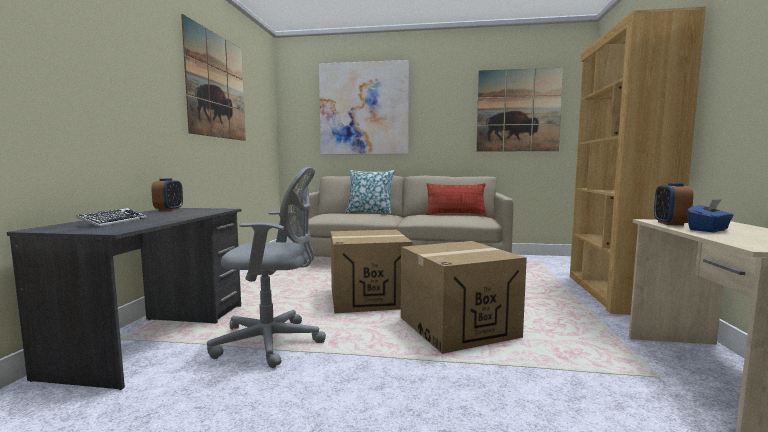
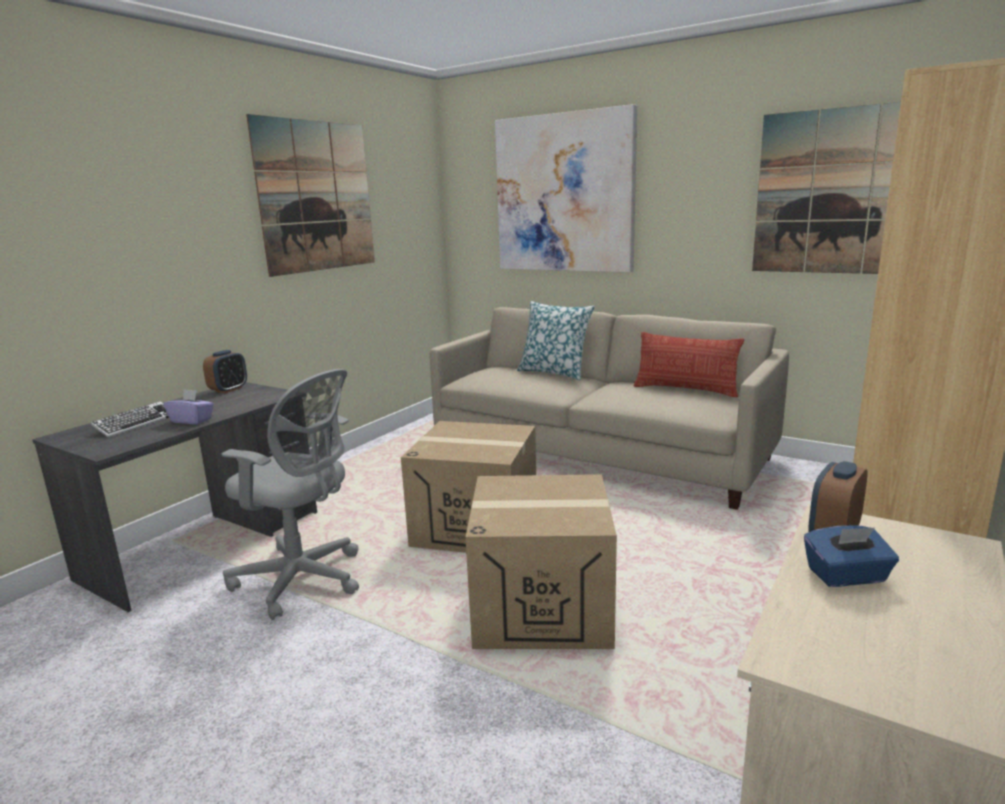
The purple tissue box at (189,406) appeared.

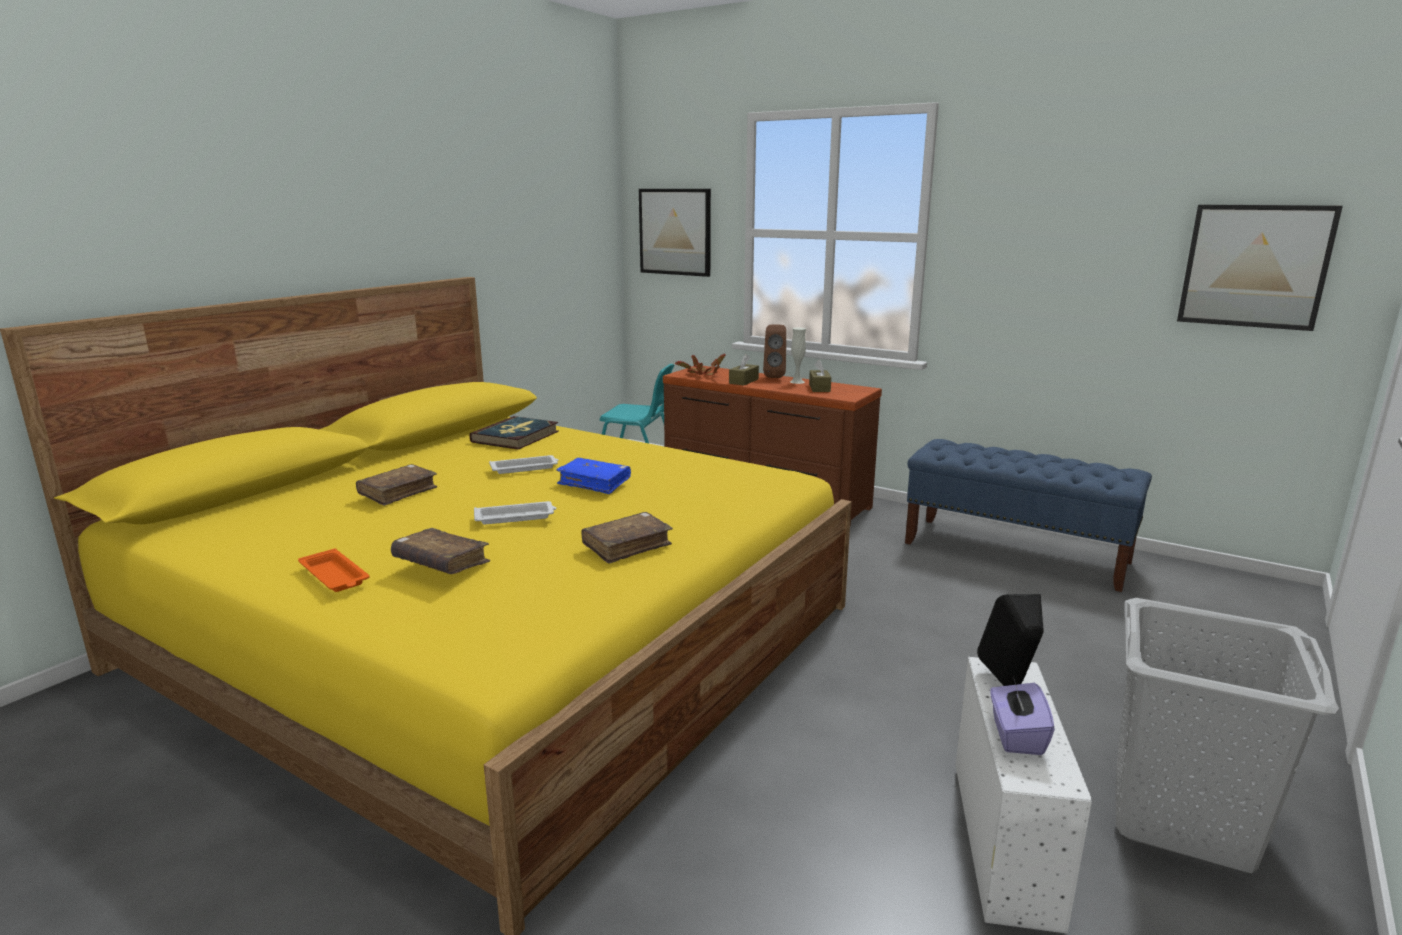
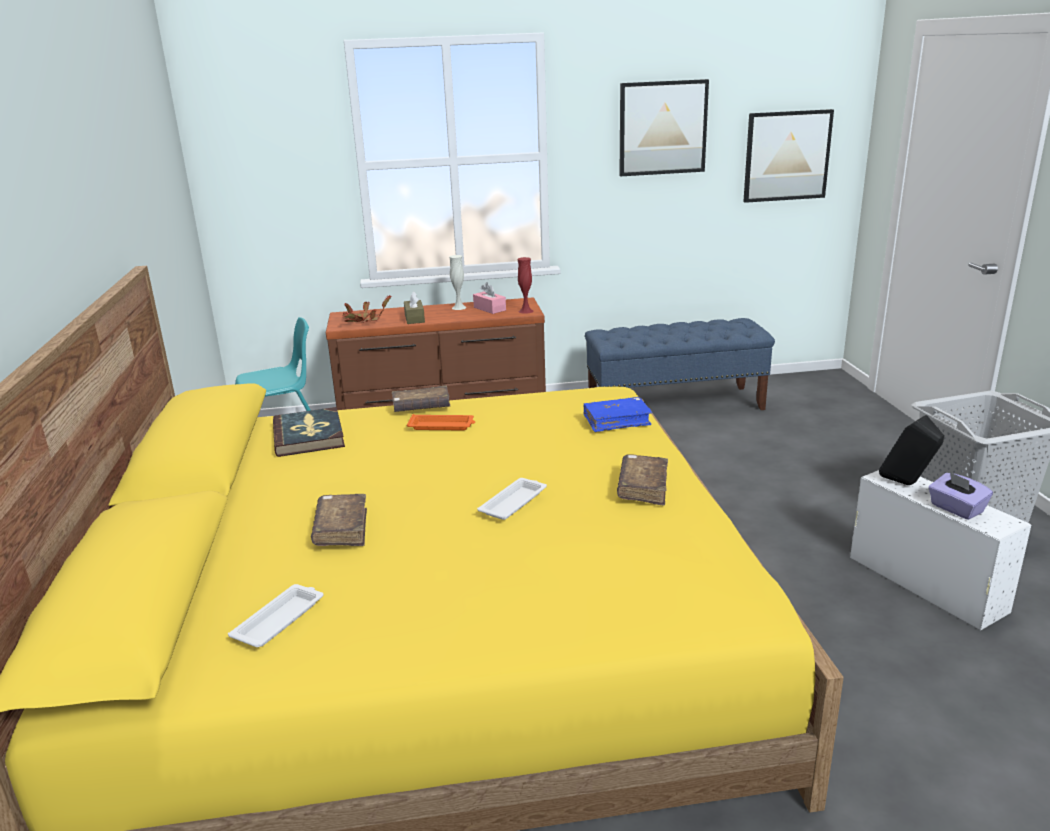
The brown speaker at (774,351) disappeared.
The red vase at (525,285) appeared.
The orange tray moved from (334,570) to (441,422).
The brown book moved from (440,551) to (421,398).
The white tray moved from (524,464) to (275,615).
The blue book moved from (593,476) to (617,414).
The picture moved from (675,233) to (664,127).
The brown tissue box at (820,375) became the pink tissue box at (489,298).

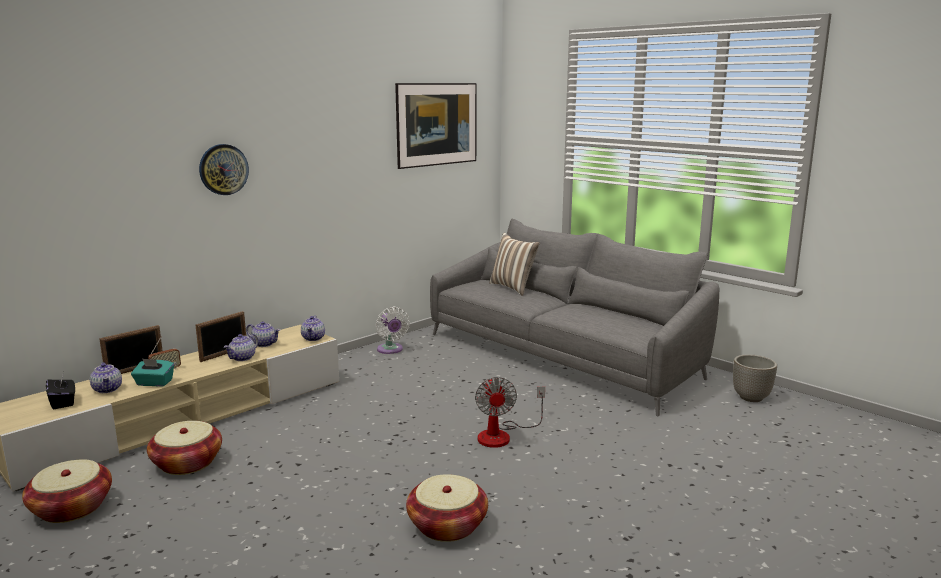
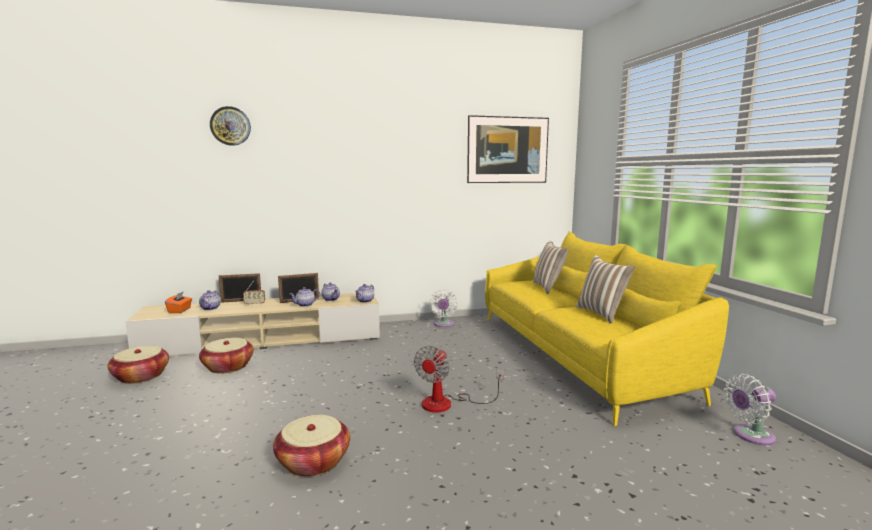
The turquoise tissue box at (152,373) disappeared.
The pillow at (605,289) appeared.
The wall clock moved from (224,169) to (230,126).
The planter at (755,378) was replaced by the white fan at (750,409).
The black tissue box at (60,392) became the orange tissue box at (178,302).
The grey sofa at (575,317) became the yellow sofa at (607,329).

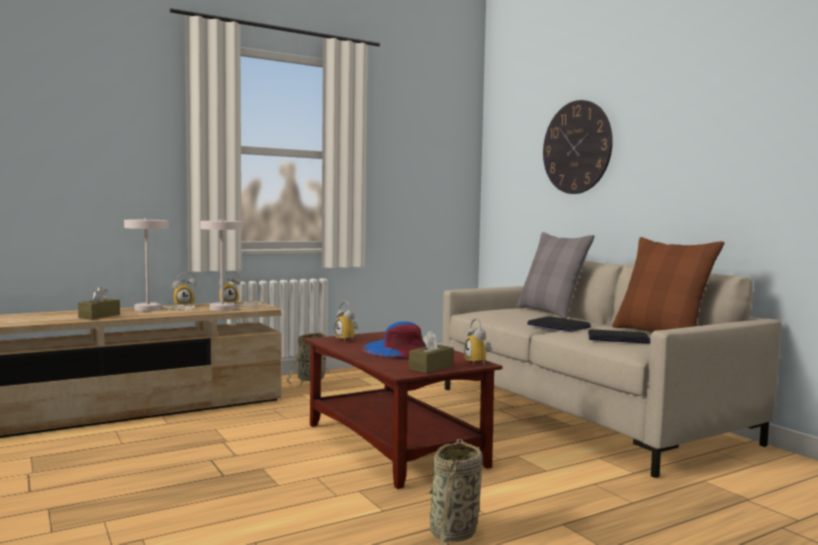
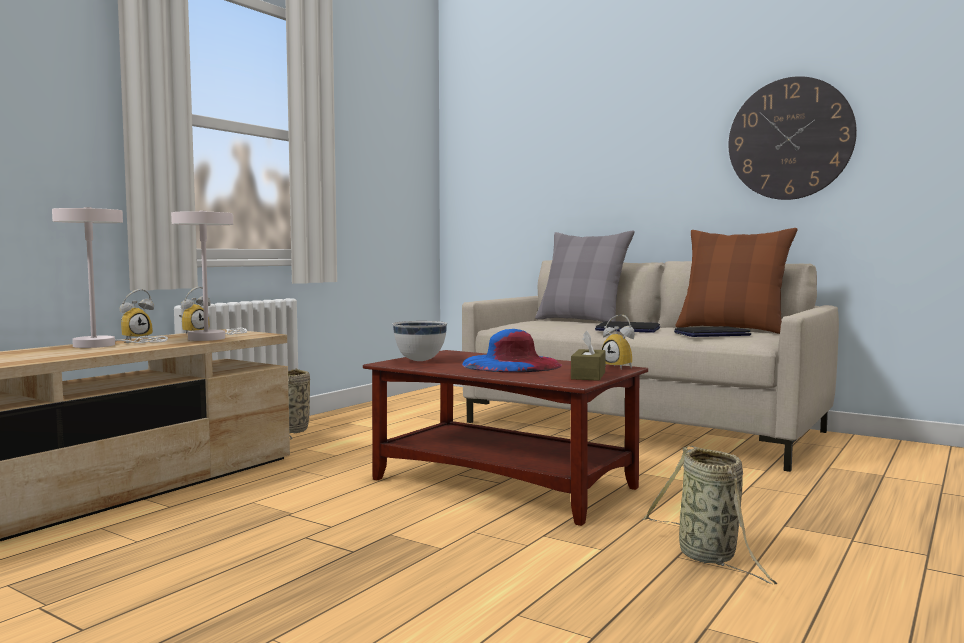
The brown tissue box at (99,303) disappeared.
The wall clock moved from (578,147) to (792,138).
The alarm clock at (347,321) was replaced by the white bowl at (420,341).

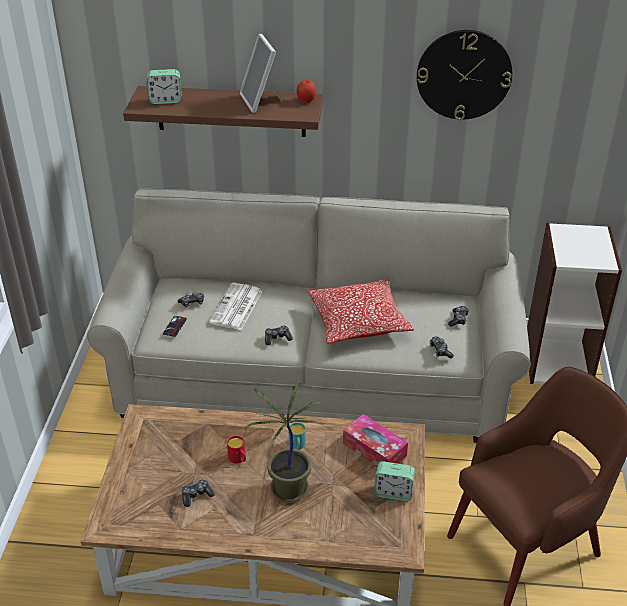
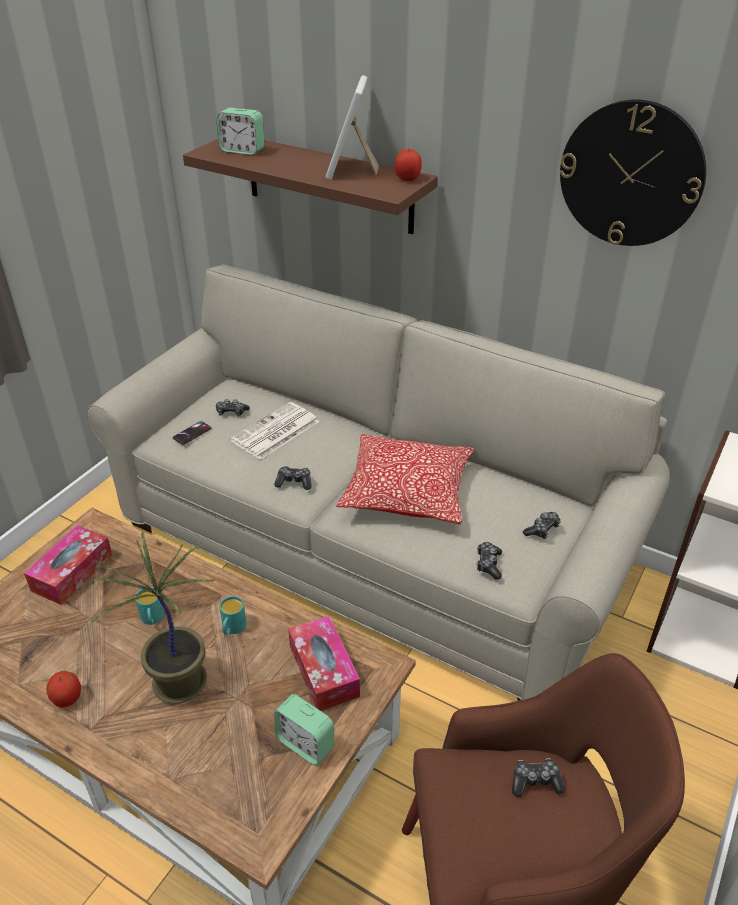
The tissue box at (68,565) appeared.
The apple at (63,689) appeared.
The game controller moved from (198,493) to (538,777).
The red mug at (236,449) became the turquoise mug at (149,606).

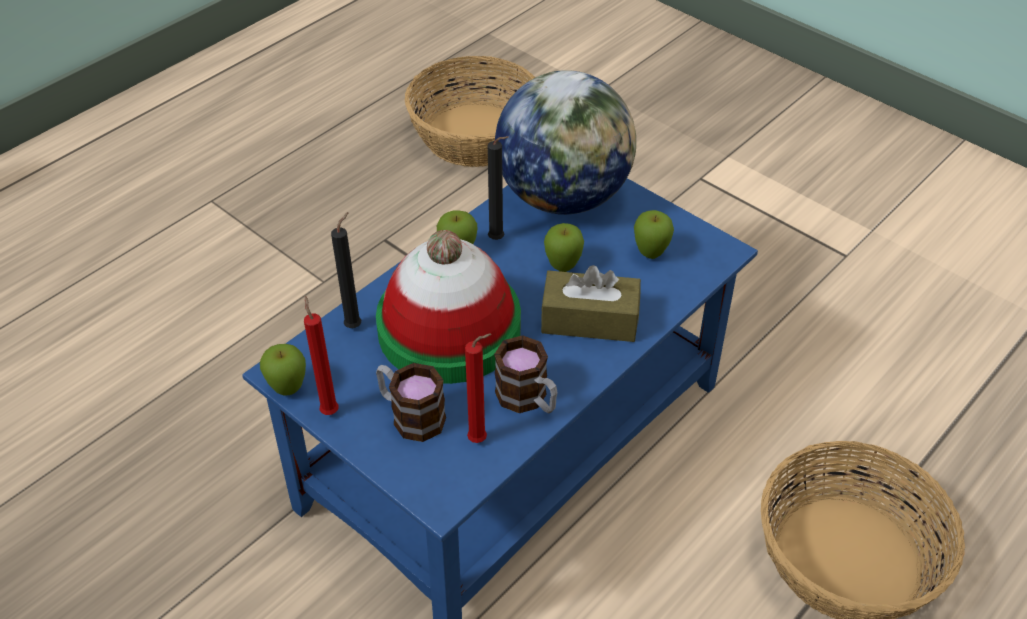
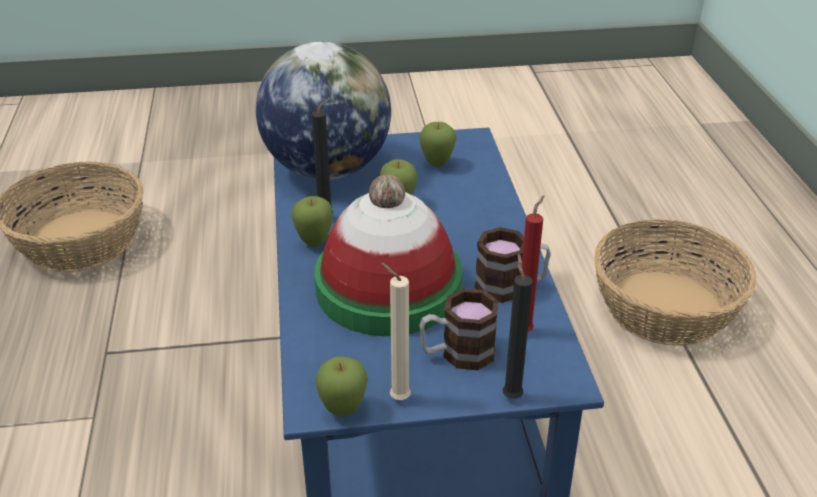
The brown tissue box at (591,303) disappeared.
The black candle moved from (346,270) to (518,326).
The red candle at (321,355) became the beige candle at (396,331).

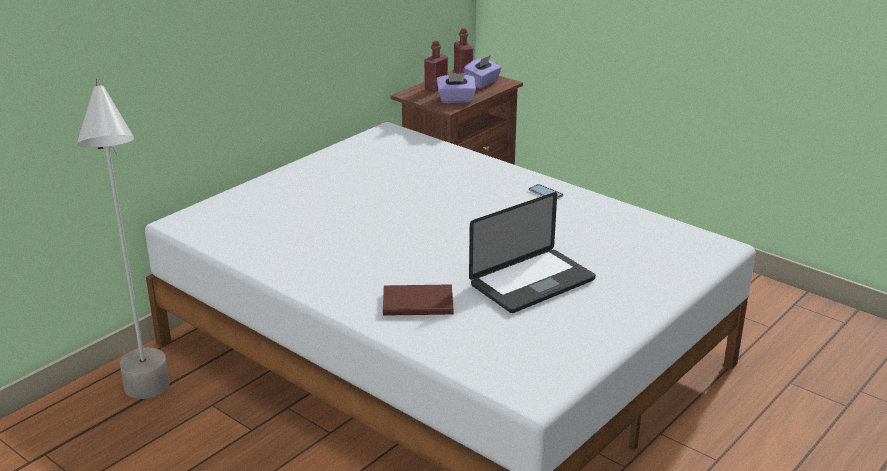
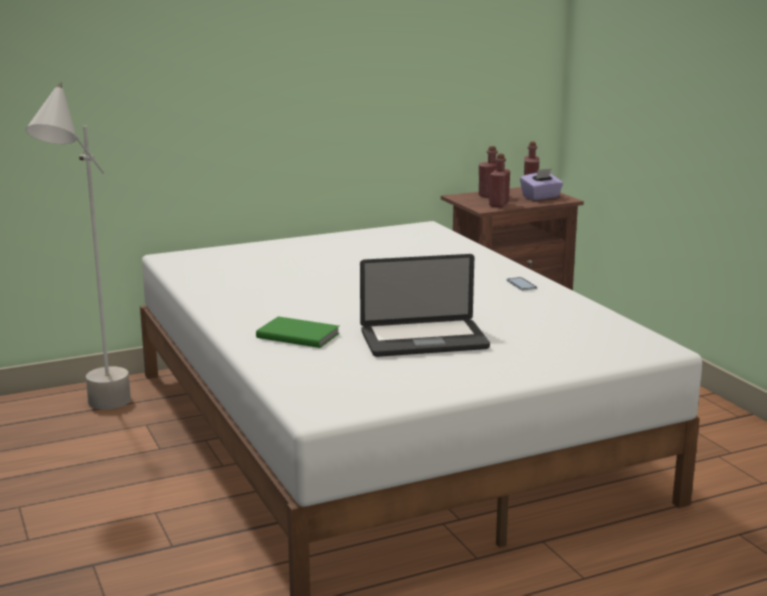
The purple tissue box at (456,88) was replaced by the red bottle at (499,180).
The brown book at (418,300) became the green book at (298,332).

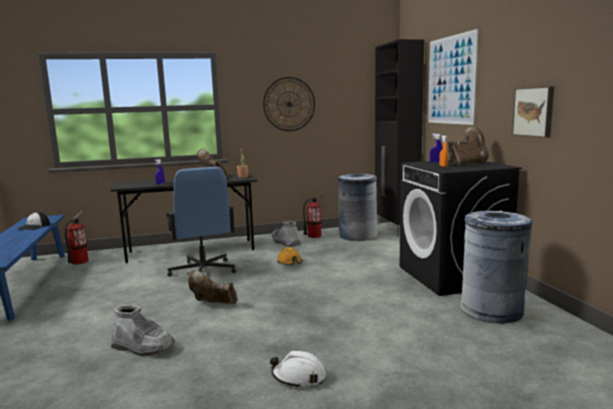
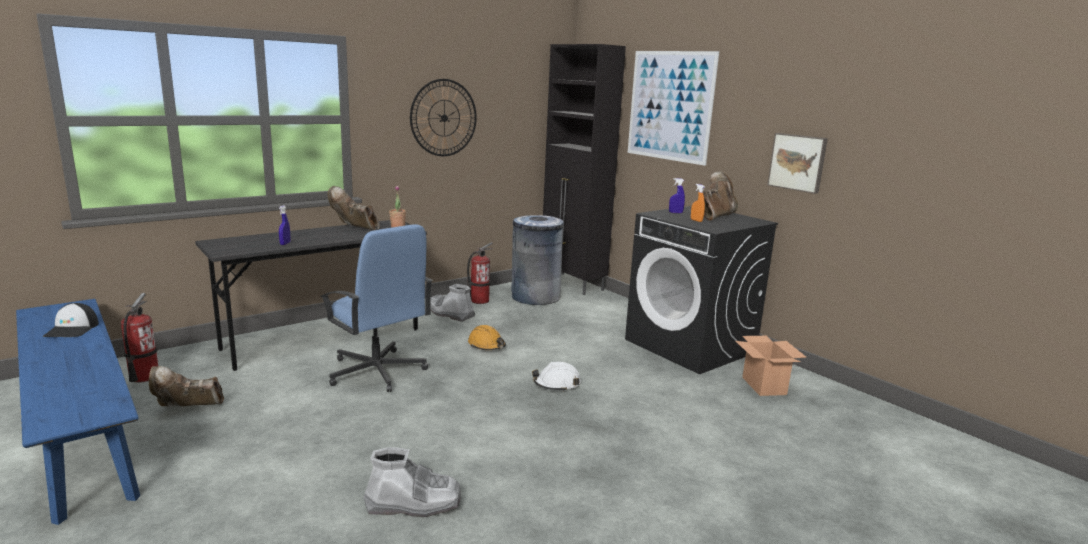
The brown boot moved from (212,287) to (186,386).
The white hard hat moved from (298,369) to (556,377).
The grey trash can at (496,267) was replaced by the cardboard box at (771,366).

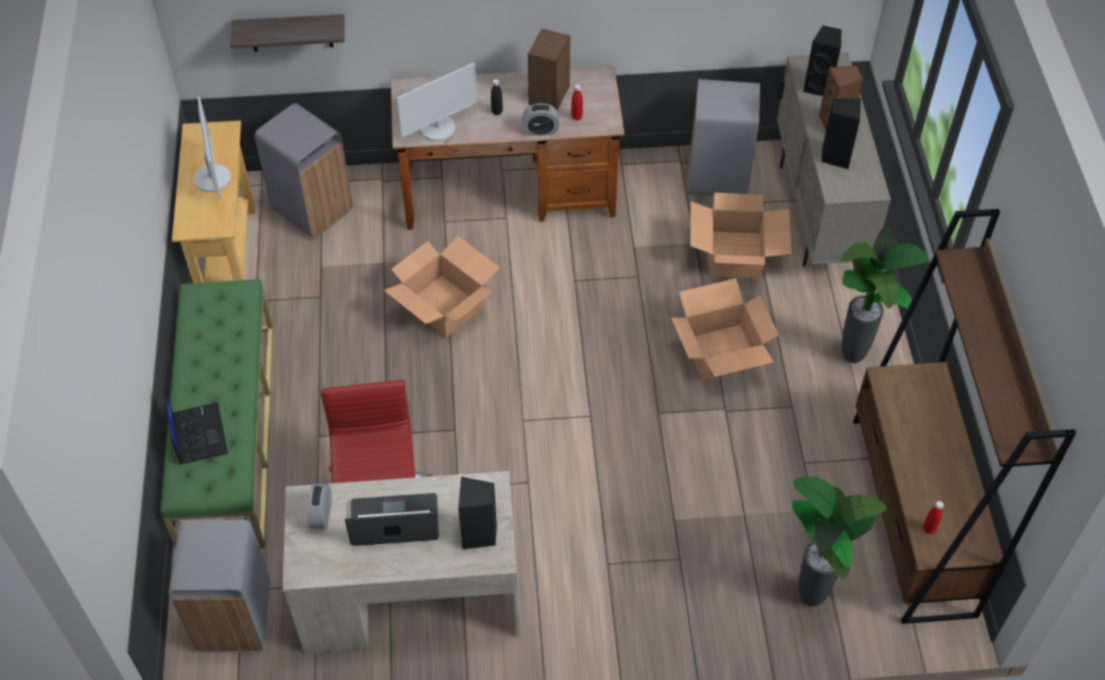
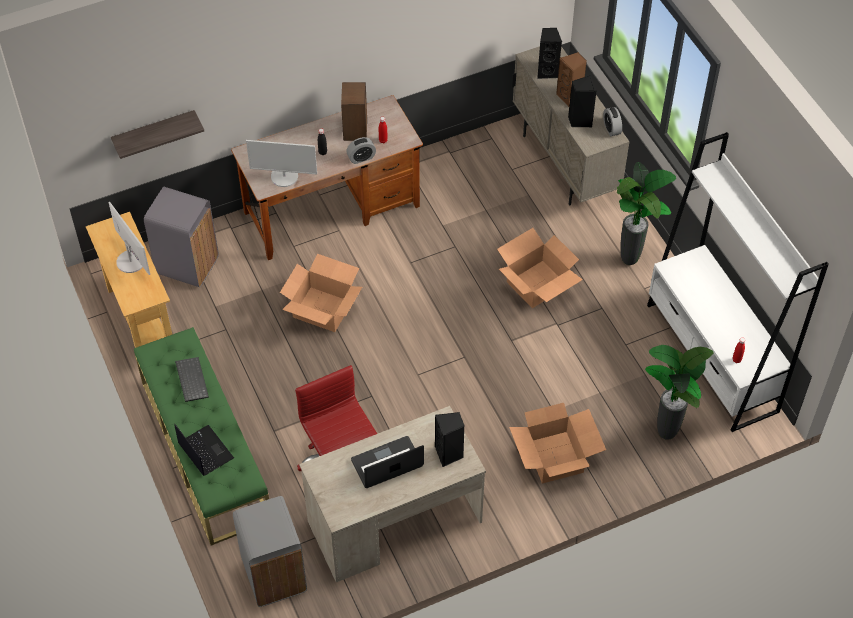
The grey trash can at (724,137) disappeared.
The keyboard at (192,379) appeared.
The alarm clock moved from (319,506) to (612,121).
The cardboard box moved from (741,235) to (557,443).
The brown bookcase at (964,416) became the white bookcase at (738,282).
The monitor at (437,102) turned 60 degrees clockwise.

